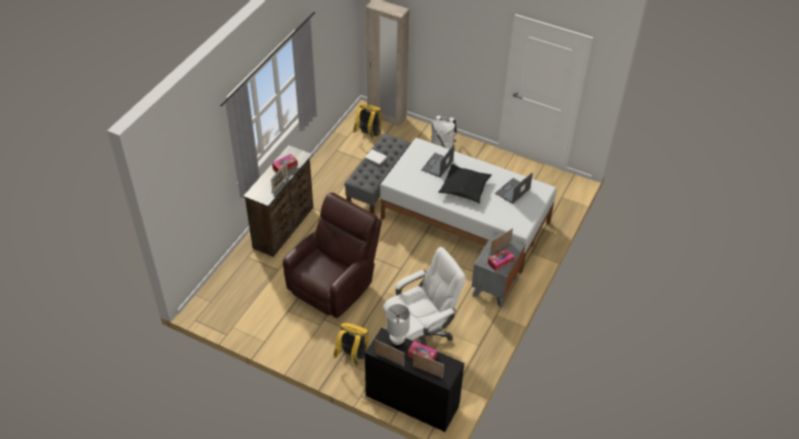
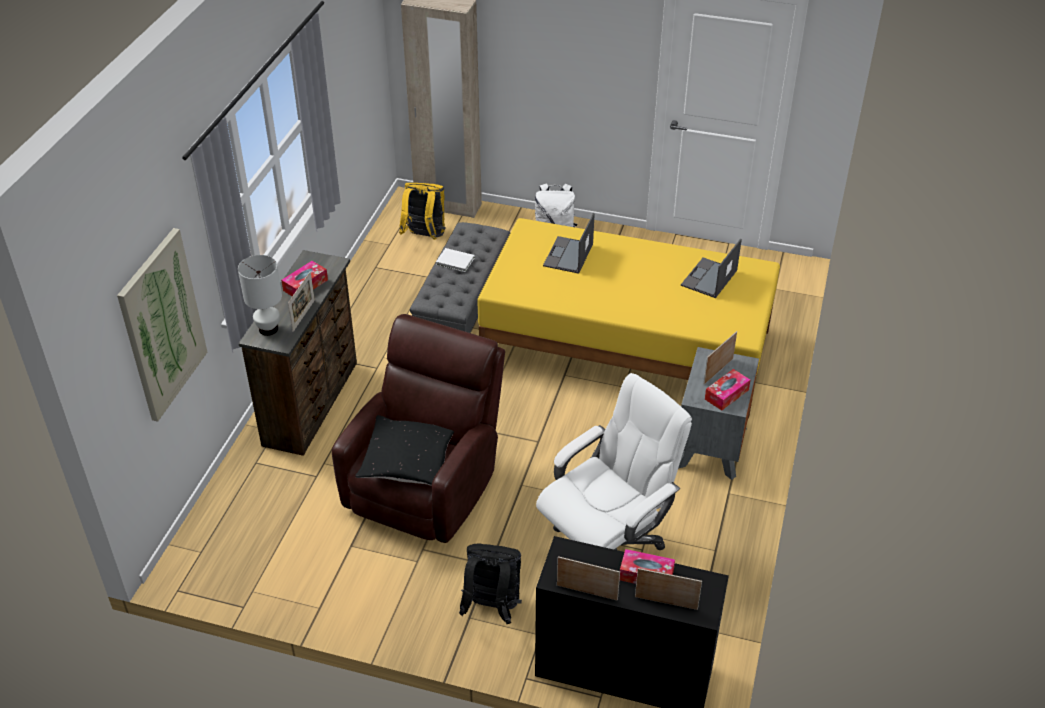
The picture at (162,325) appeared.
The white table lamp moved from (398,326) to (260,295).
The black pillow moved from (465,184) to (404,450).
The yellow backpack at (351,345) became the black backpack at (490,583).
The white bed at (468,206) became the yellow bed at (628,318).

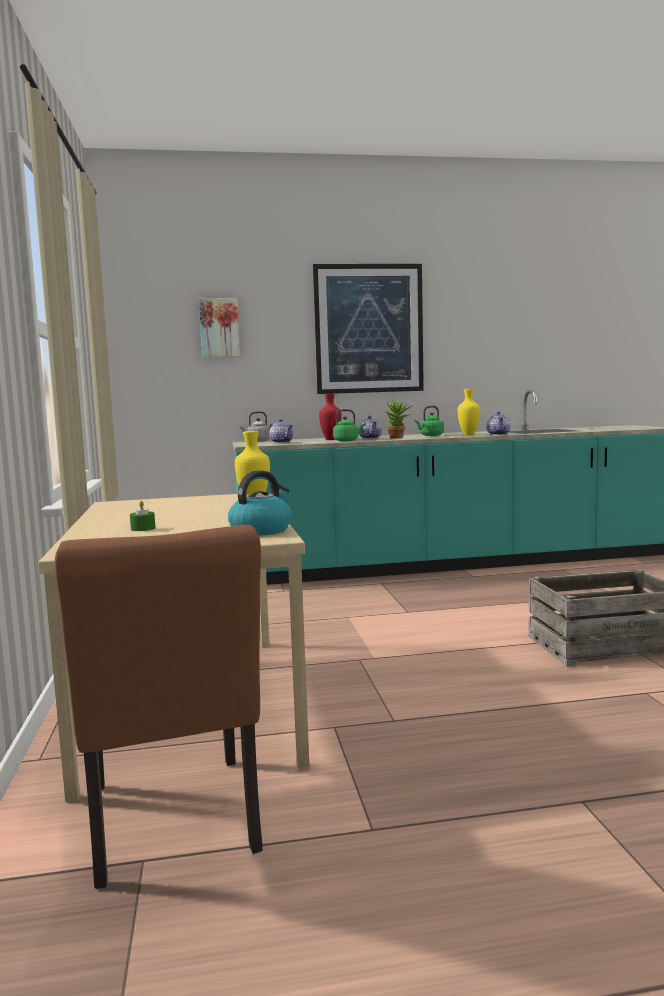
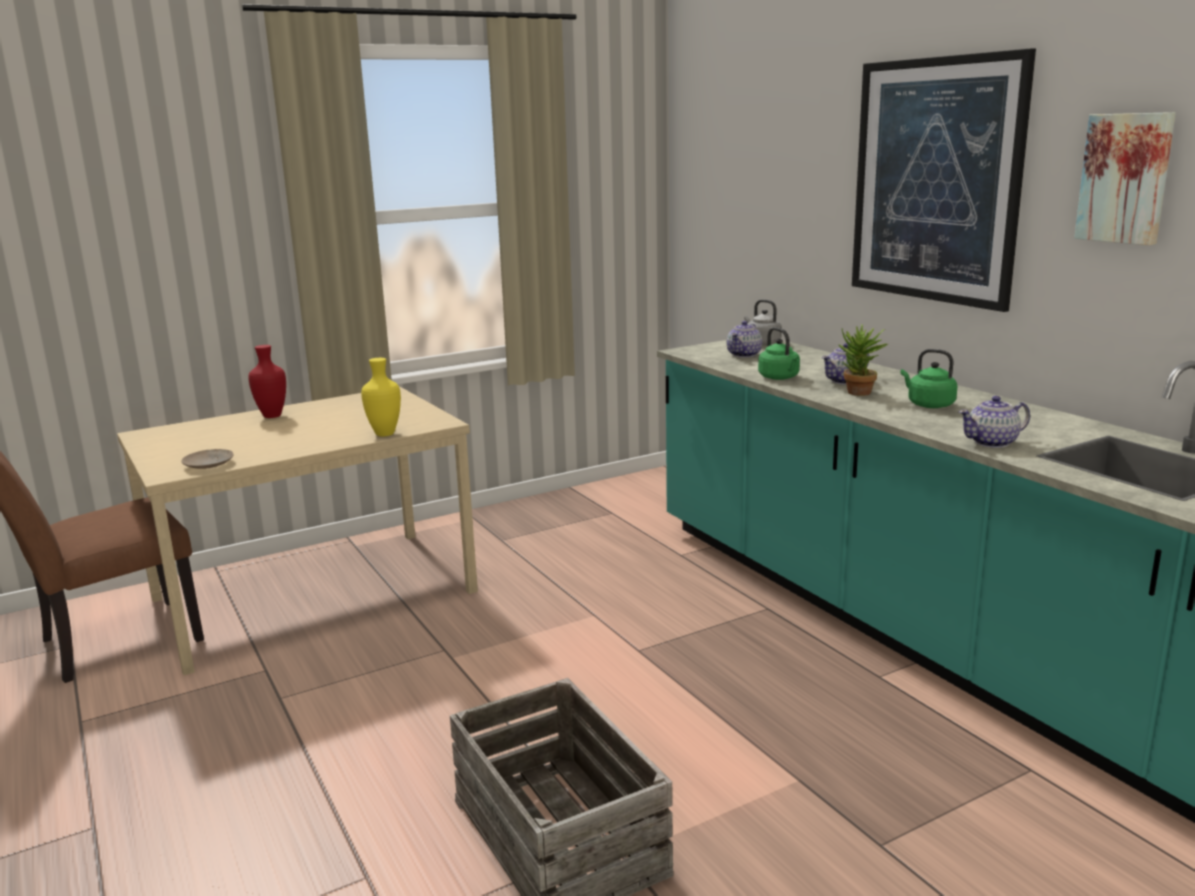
The green candle at (143,515) disappeared.
The yellow vase at (468,412) disappeared.
The picture moved from (219,327) to (1125,178).
The red vase moved from (330,417) to (267,381).
The kettle at (260,502) was replaced by the beige plate at (207,459).

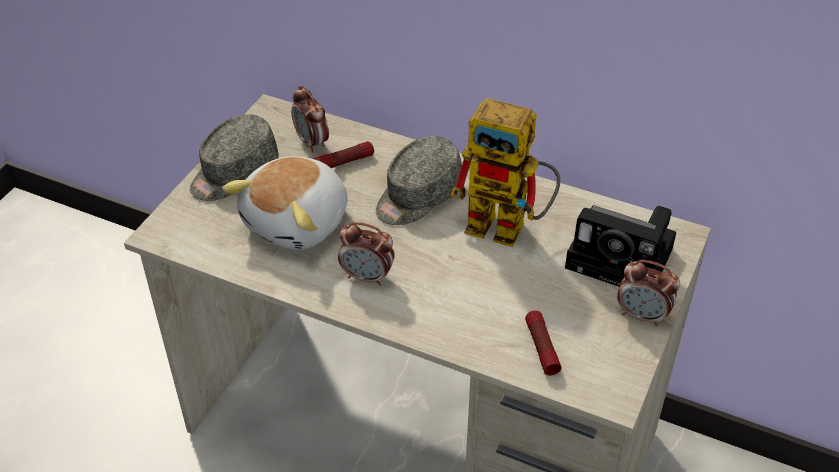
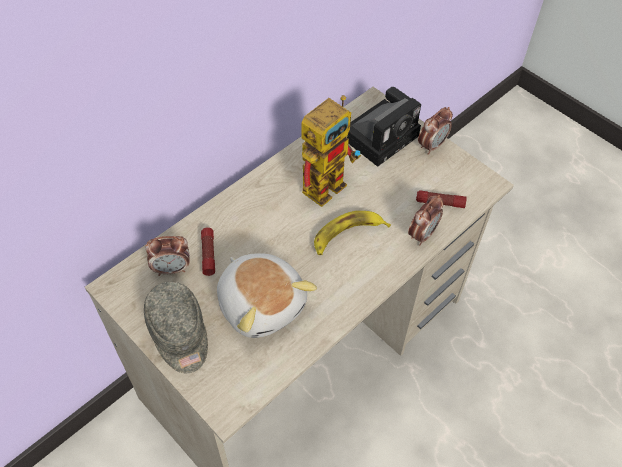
The grey cap at (419,180) disappeared.
The banana at (352,233) appeared.
The alarm clock moved from (366,254) to (426,220).

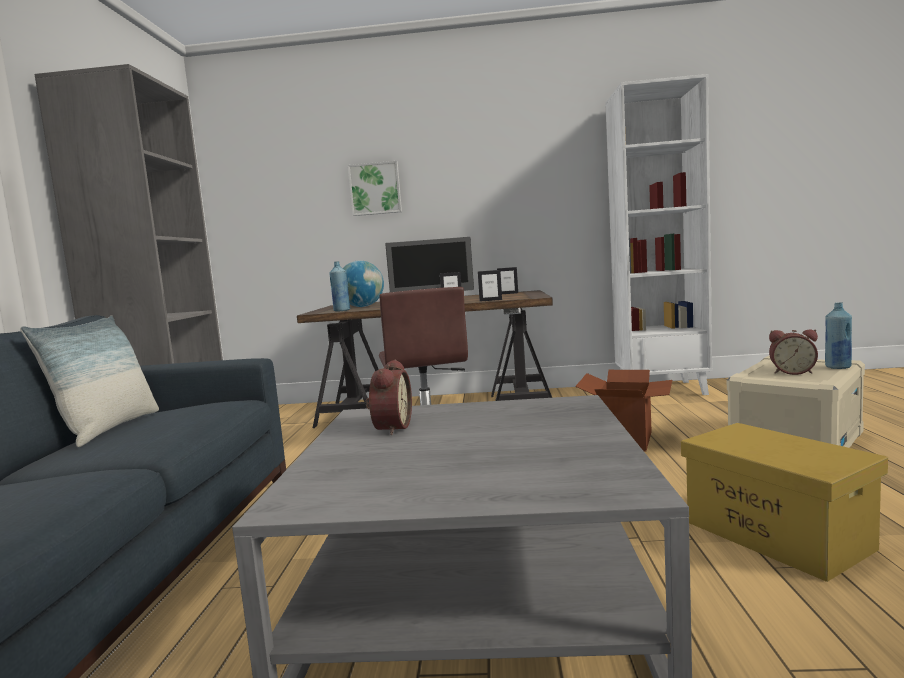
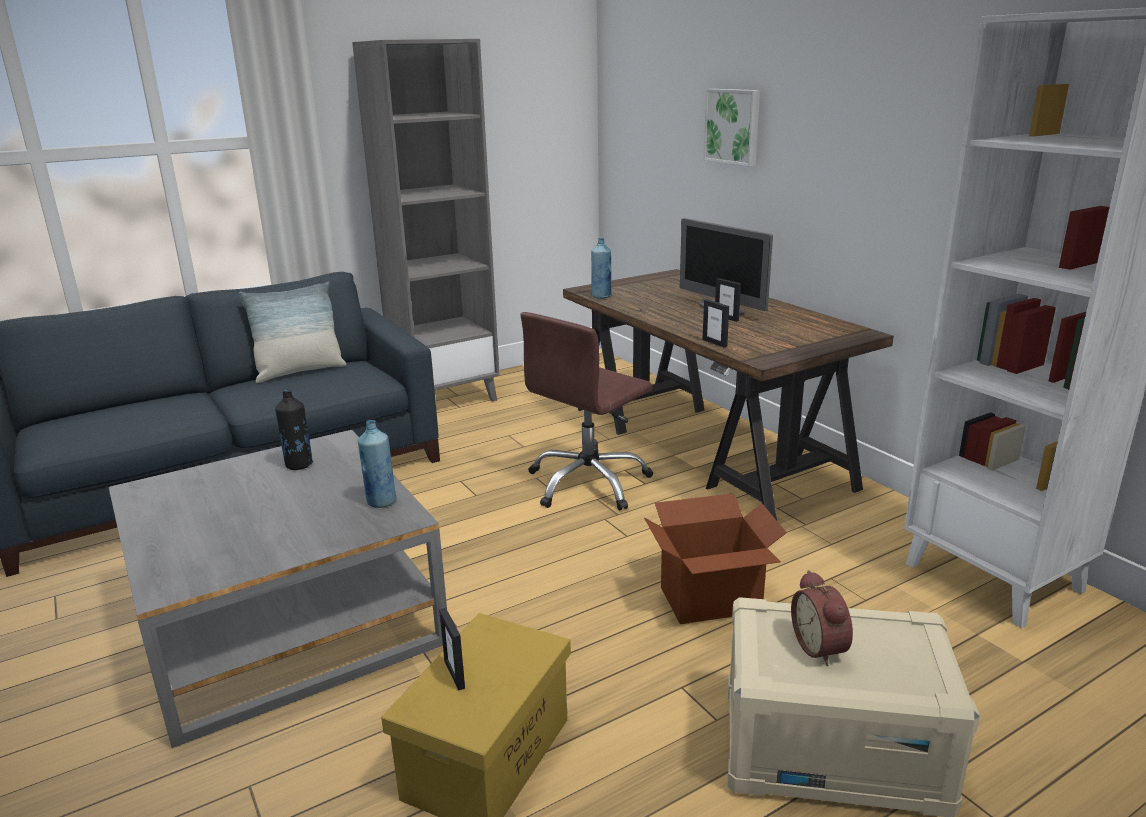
The globe at (363,283) disappeared.
The picture frame moved from (507,280) to (452,649).
The blue bottle moved from (838,335) to (377,464).
The alarm clock at (389,397) was replaced by the black bottle at (294,429).

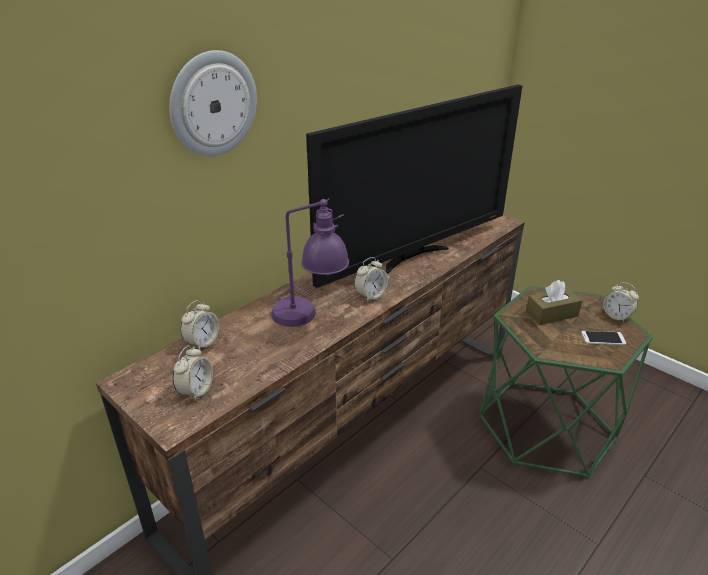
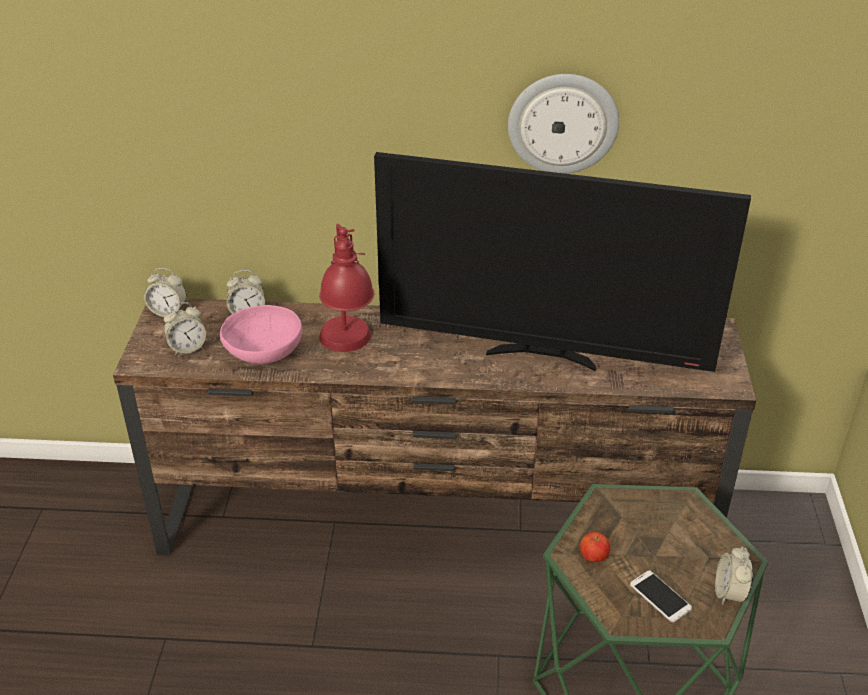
The brown tissue box at (554,302) disappeared.
The pink bowl at (261,334) appeared.
The apple at (595,547) appeared.
The wall clock moved from (213,103) to (563,124).
The alarm clock moved from (371,279) to (165,292).
The purple table lamp at (310,262) became the red table lamp at (346,288).

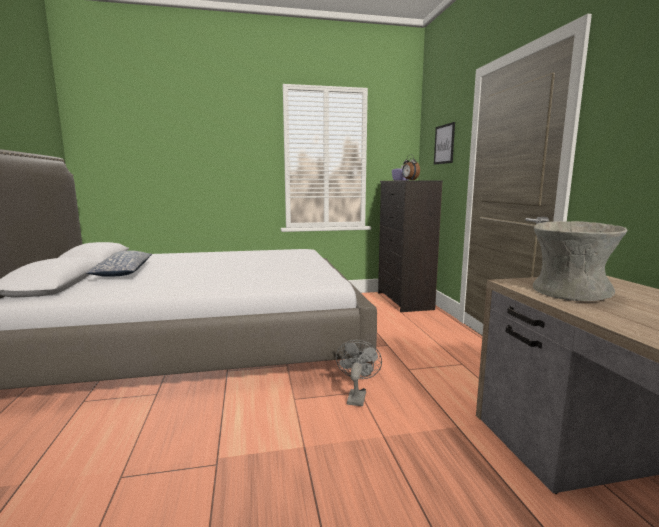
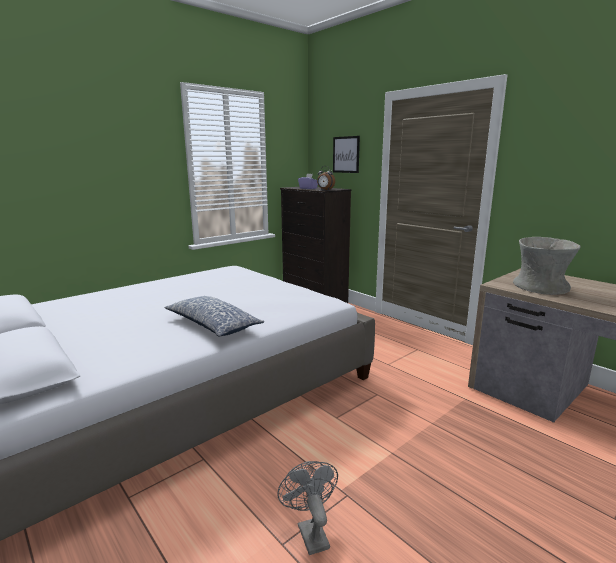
The pillow moved from (119,264) to (214,316).
The grey fan moved from (359,373) to (307,508).

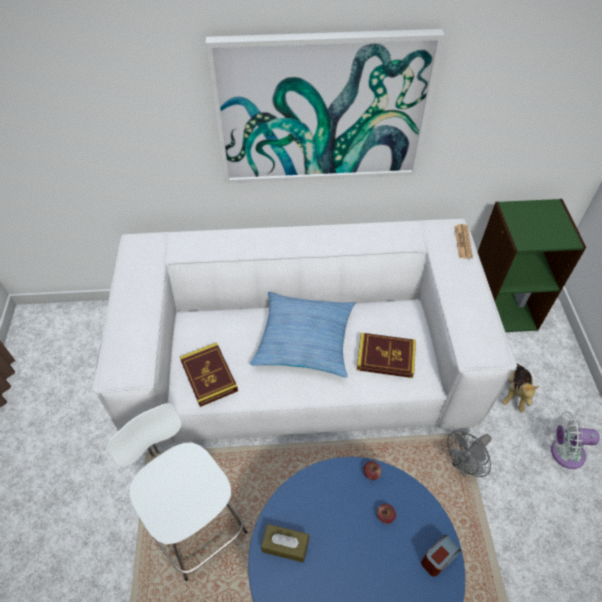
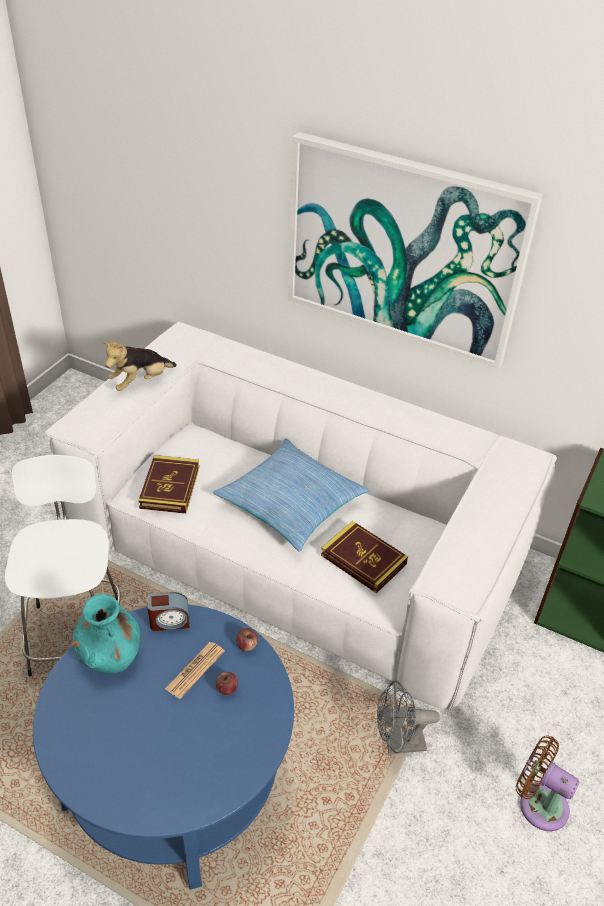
The alarm clock moved from (441,555) to (168,611).
The newspaper moved from (463,241) to (195,670).
The plush toy moved from (520,388) to (139,366).
The brown tissue box at (285,543) was replaced by the turquoise vase at (107,634).
The white fan at (575,440) became the brown fan at (548,783).

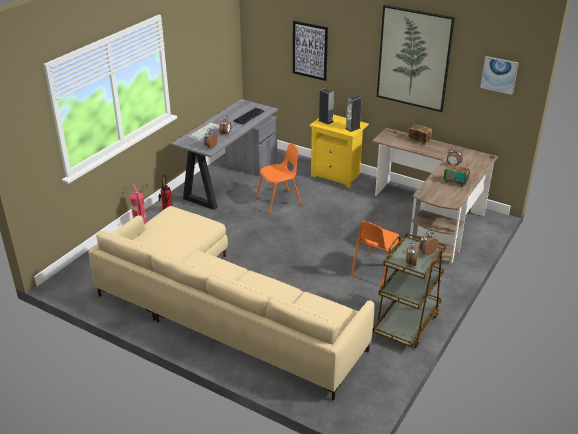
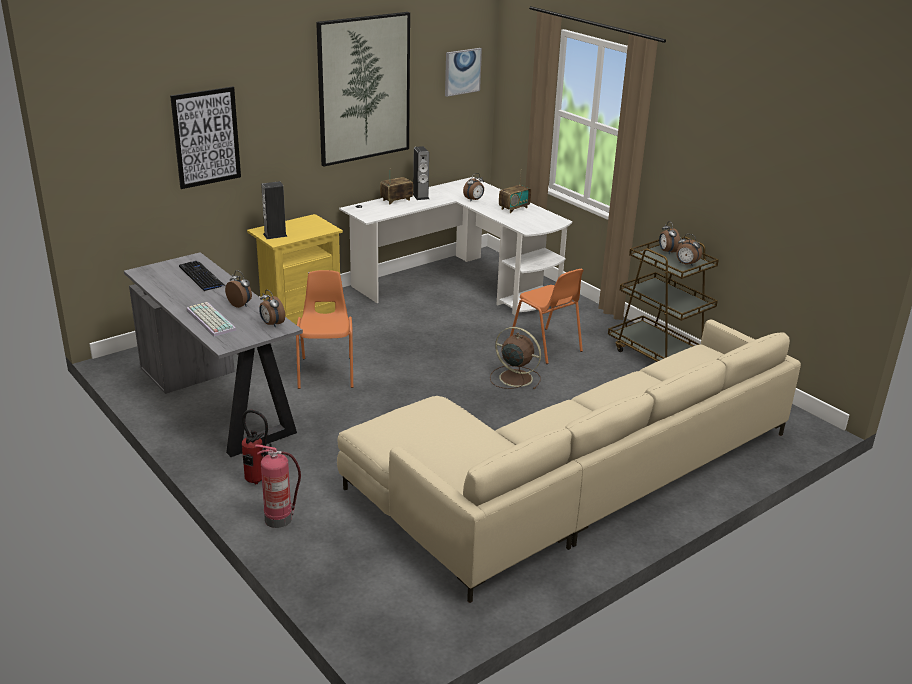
The brown fan at (515,358) appeared.
The speaker moved from (353,113) to (421,173).
The brown desk at (435,196) became the white desk at (455,246).

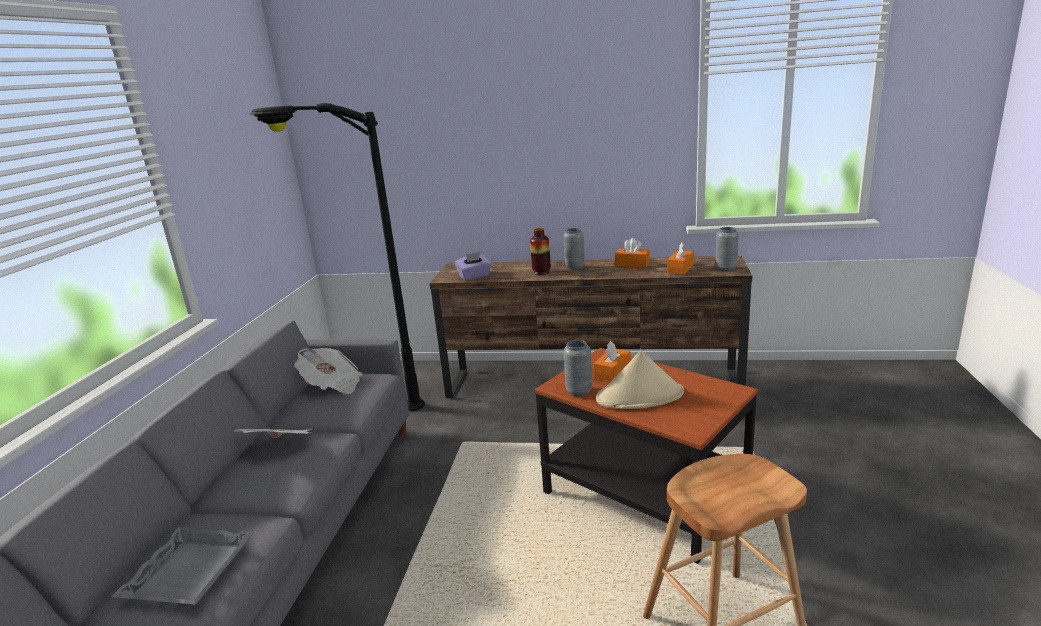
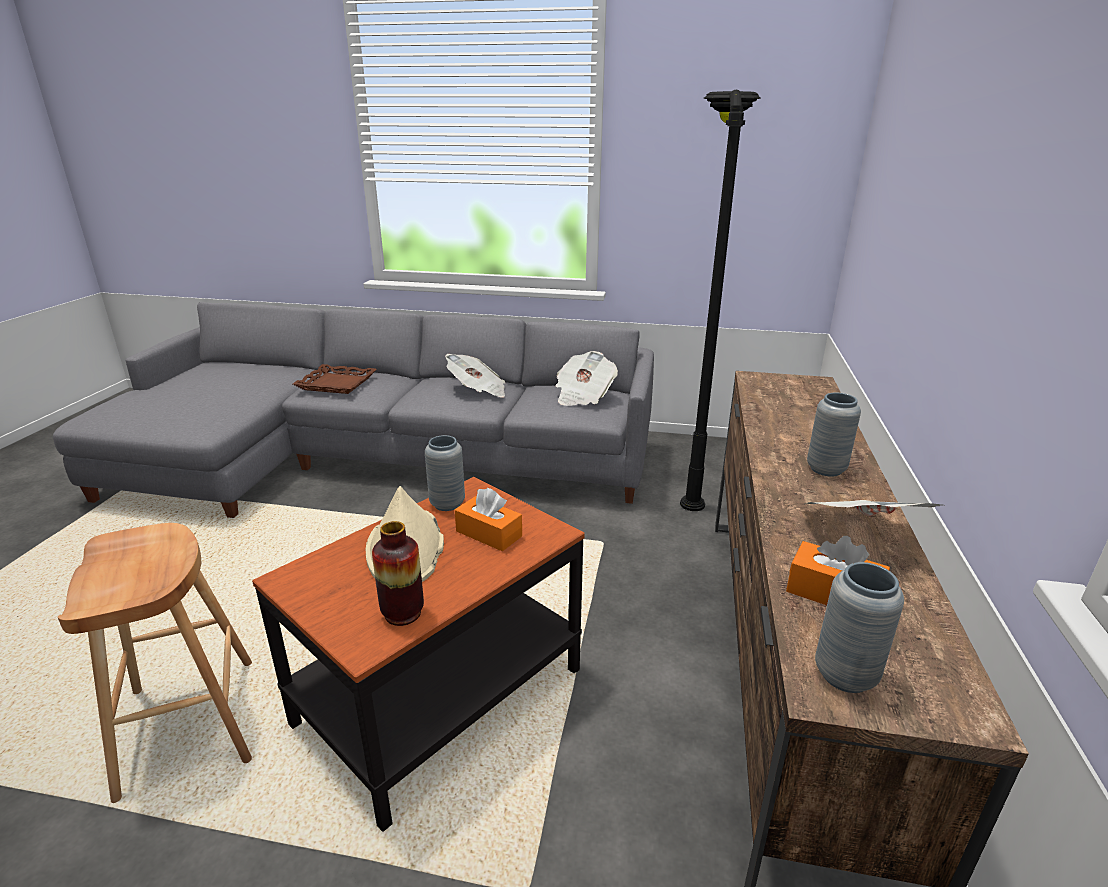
The purple tissue box at (473,266) disappeared.
The vase moved from (540,251) to (398,573).
The orange tissue box at (632,253) was replaced by the newspaper at (873,508).
The grey tray at (182,566) became the brown tray at (335,379).

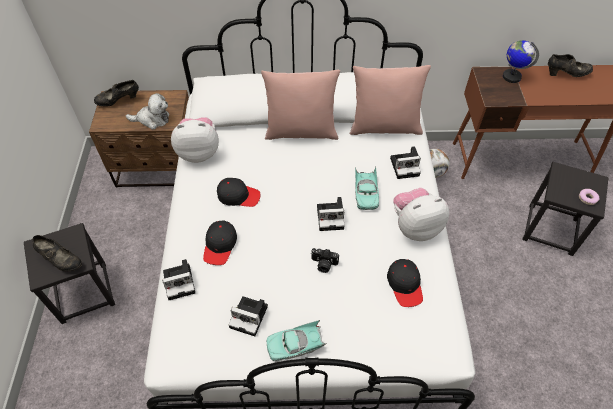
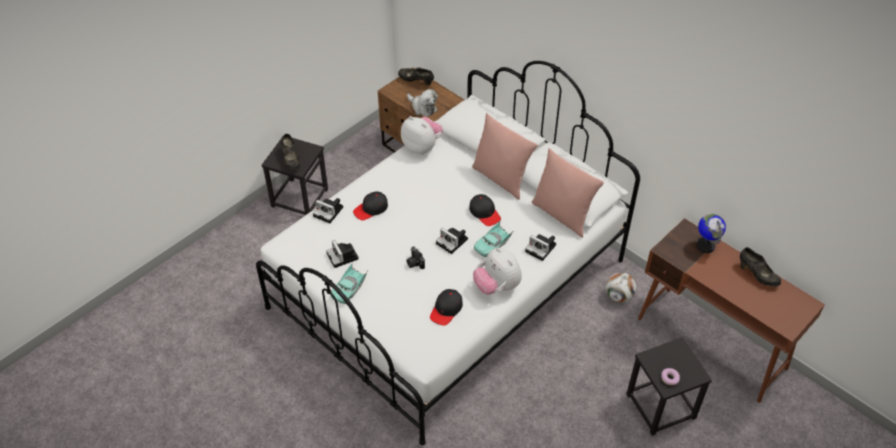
The black cap moved from (239,192) to (485,210).
The turquoise toy car at (296,341) turned 90 degrees counterclockwise.
The plush toy at (421,214) turned 150 degrees counterclockwise.

